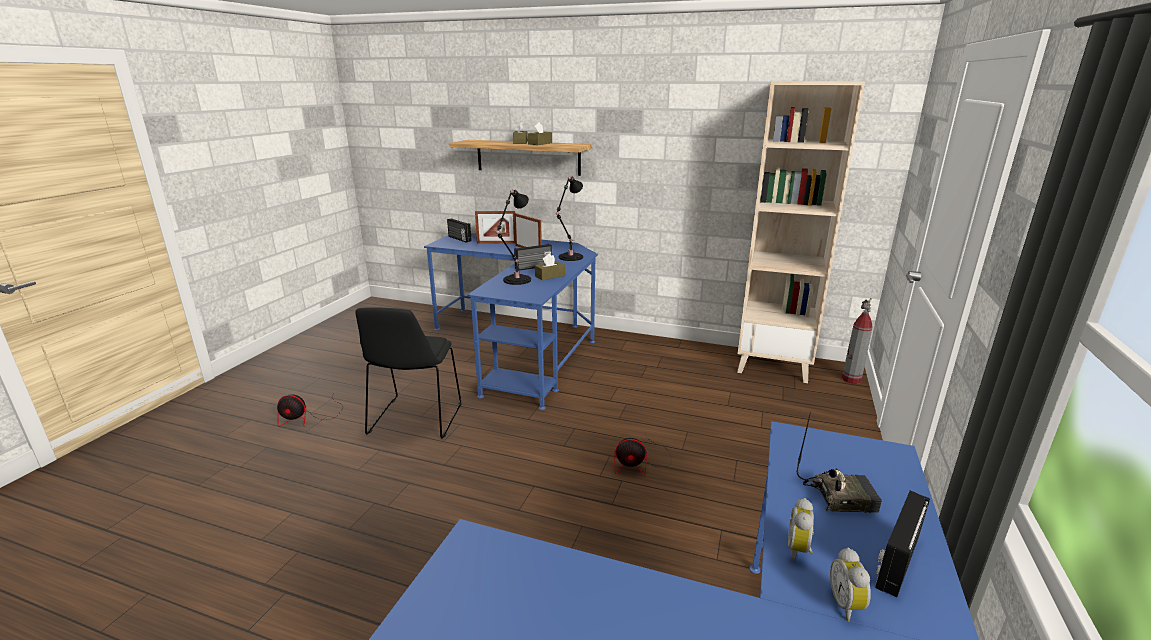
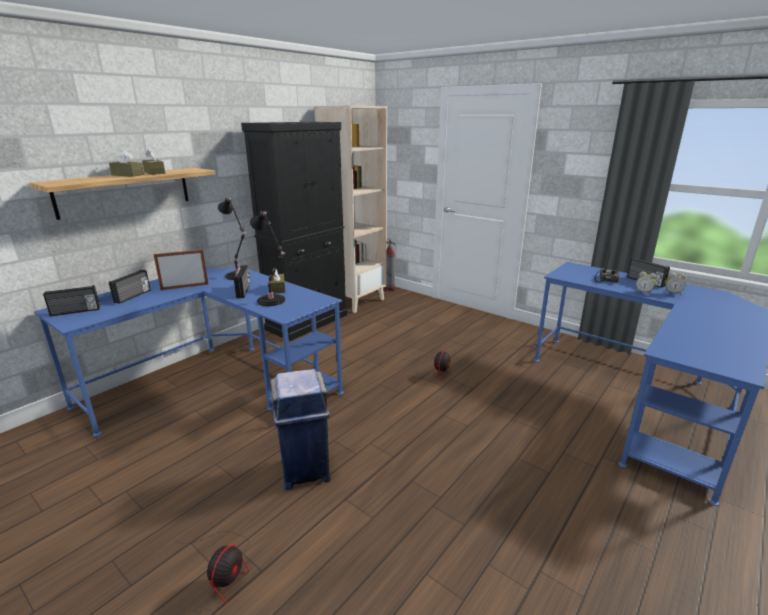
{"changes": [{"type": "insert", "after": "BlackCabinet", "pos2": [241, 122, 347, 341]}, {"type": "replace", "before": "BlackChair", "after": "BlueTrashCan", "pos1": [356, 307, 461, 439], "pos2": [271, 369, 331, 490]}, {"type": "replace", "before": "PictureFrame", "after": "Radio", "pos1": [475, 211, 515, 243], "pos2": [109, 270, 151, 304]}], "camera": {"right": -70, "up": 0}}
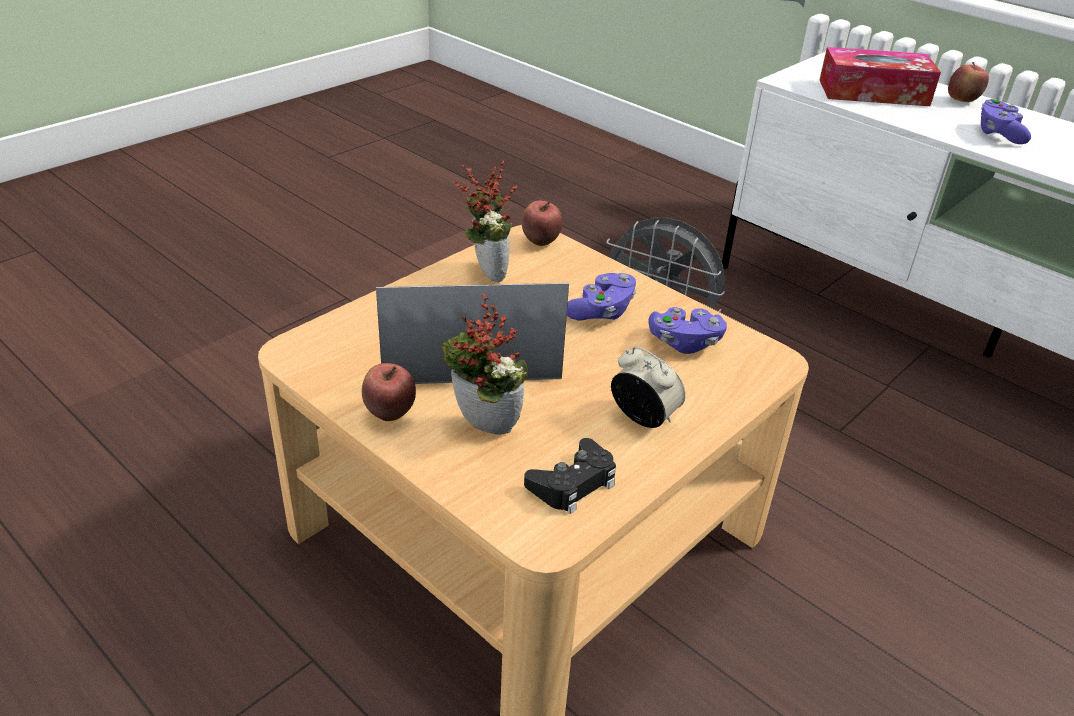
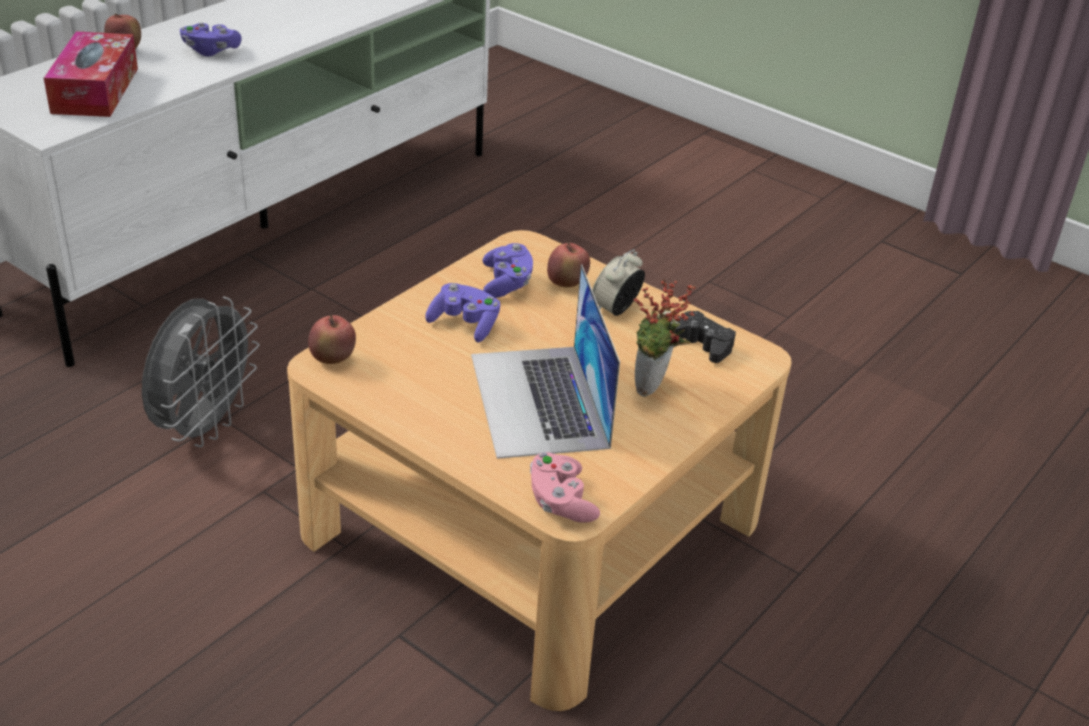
{"changes": [{"type": "delete", "before": "PottedPlant", "pos1": [454, 161, 517, 282]}, {"type": "insert", "after": "PinkGameController", "pos2": [530, 452, 600, 523]}, {"type": "move", "before": "Apple", "pos1": [362, 363, 416, 421], "pos2": [547, 242, 590, 288]}], "camera": {"right": -95, "up": 0}}
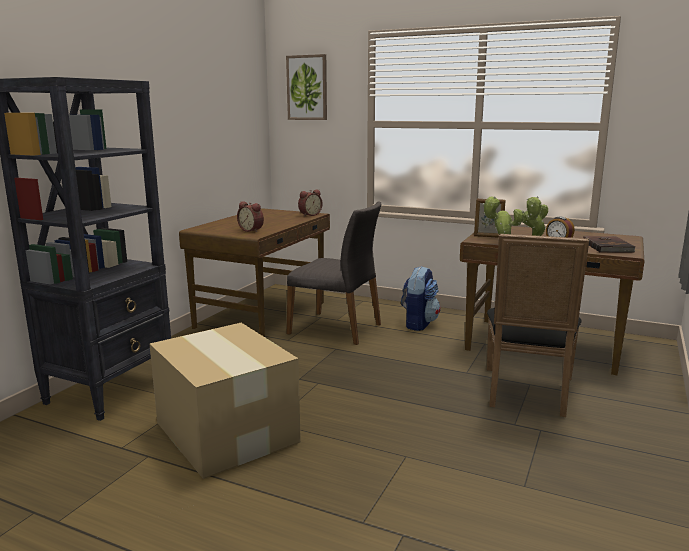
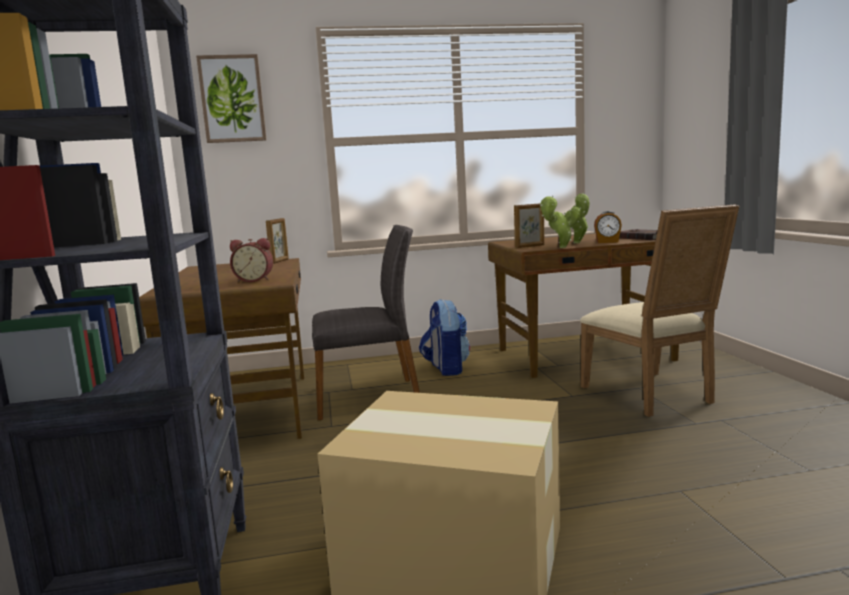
{"changes": [{"type": "replace", "before": "AlarmClock", "after": "PictureFrame", "pos1": [298, 189, 323, 217], "pos2": [266, 218, 289, 264]}, {"type": "recolor", "before": "BlackChair", "after": "BeigeChair", "pos1": [487, 234, 589, 417], "pos2": [580, 204, 740, 417]}], "camera": {"right": -35, "up": -5}}
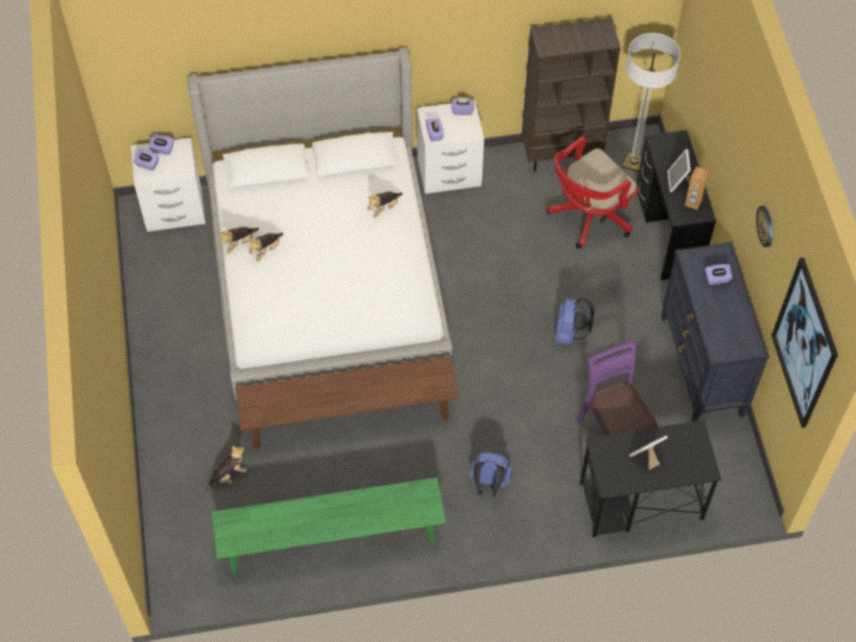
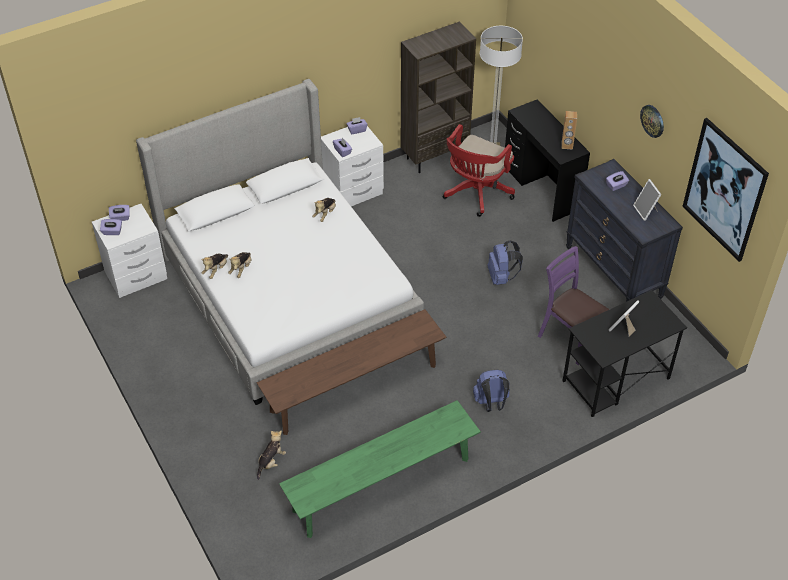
{"changes": [{"type": "move", "before": "PictureFrame", "pos1": [668, 149, 691, 192], "pos2": [633, 179, 662, 221]}], "camera": {"right": -20, "up": -10}}
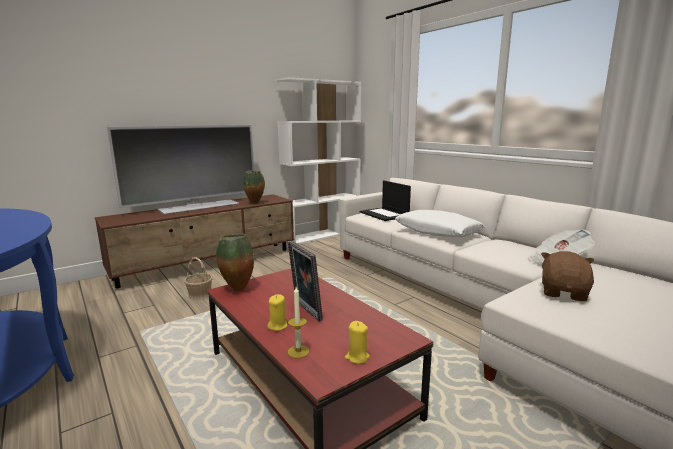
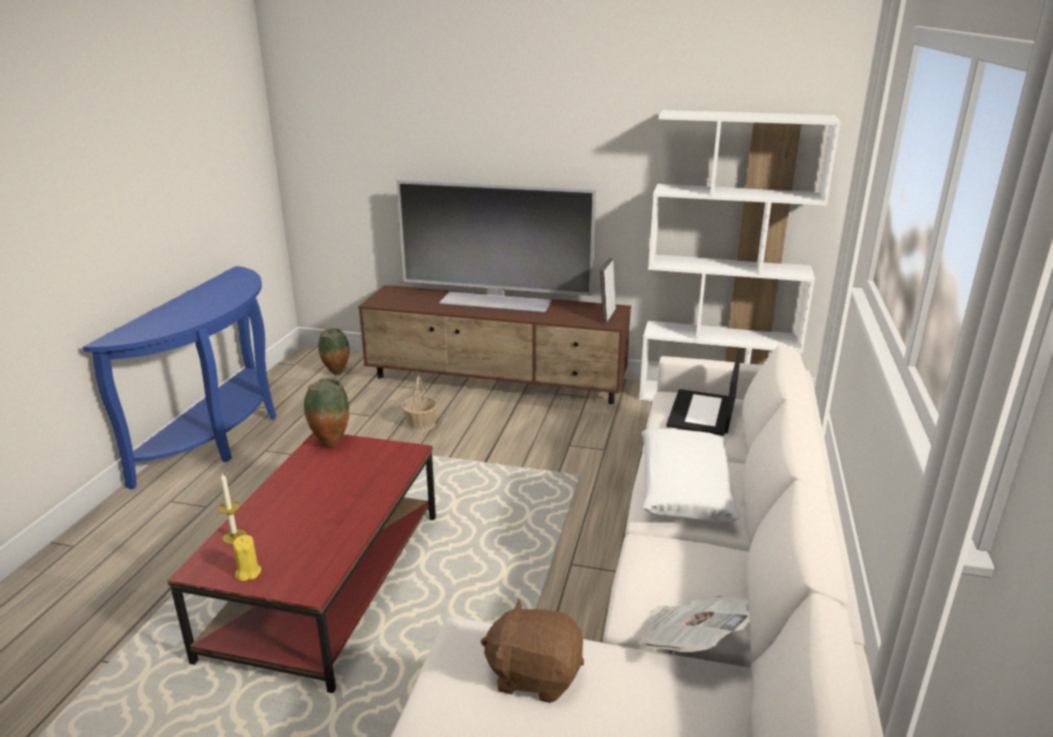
{"changes": [{"type": "delete", "before": "YellowCandle", "pos1": [267, 295, 288, 331]}, {"type": "move", "before": "Vase", "pos1": [243, 170, 265, 204], "pos2": [318, 328, 350, 375]}, {"type": "move", "before": "PictureFrame", "pos1": [288, 241, 323, 321], "pos2": [600, 258, 616, 324]}, {"type": "rotate", "before": "BrownPlushToy", "pos1": [541, 251, 594, 301], "pos2": [481, 599, 584, 703], "turn": -150}], "camera": {"right": 50, "up": 10}}
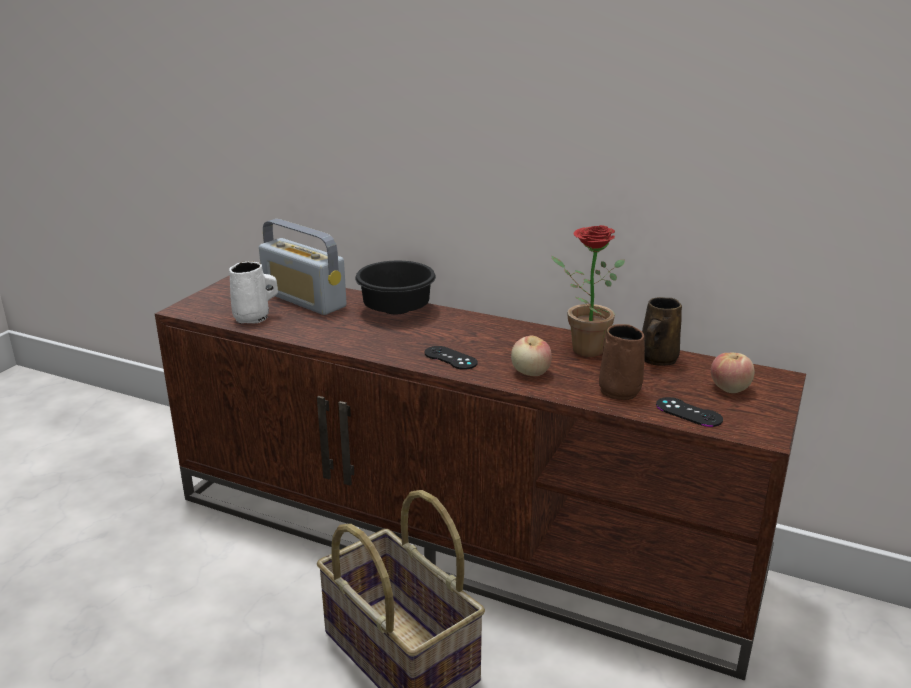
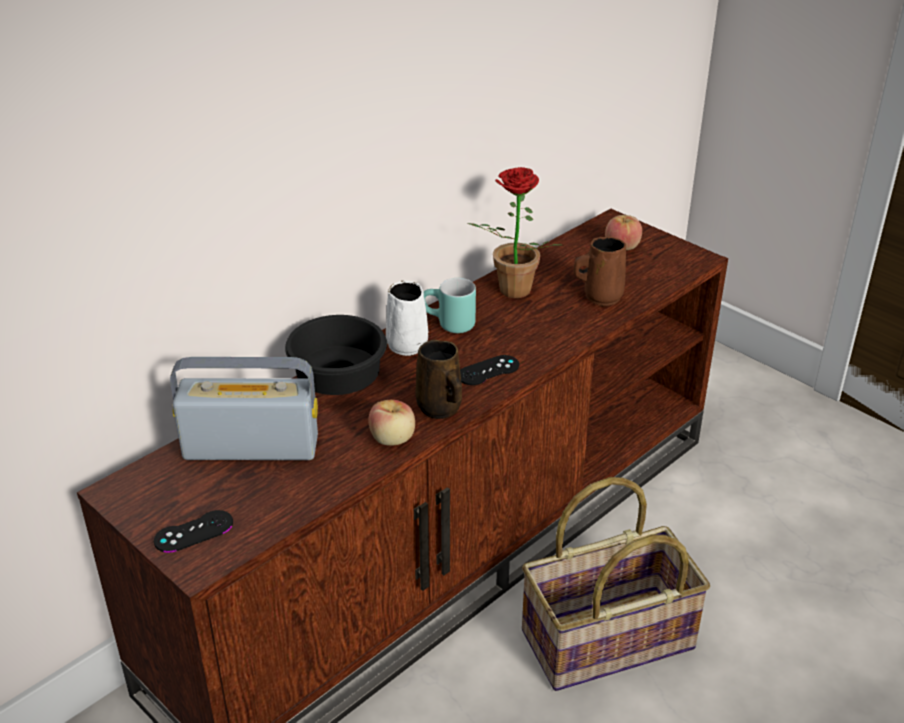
{"changes": [{"type": "insert", "after": "TurquoiseMug", "pos2": [424, 278, 476, 333]}, {"type": "move", "before": "WhiteMug", "pos1": [229, 261, 278, 324], "pos2": [386, 281, 428, 356]}, {"type": "move", "before": "Apple", "pos1": [511, 336, 552, 376], "pos2": [368, 400, 415, 446]}, {"type": "move", "before": "BrownMug", "pos1": [642, 297, 682, 366], "pos2": [415, 340, 462, 419]}, {"type": "move", "before": "BlackGameController", "pos1": [656, 397, 723, 427], "pos2": [154, 510, 233, 553]}, {"type": "rotate", "before": "Radio", "pos1": [259, 219, 347, 315], "pos2": [170, 357, 318, 460], "turn": -150}], "camera": {"right": -70, "up": 10}}
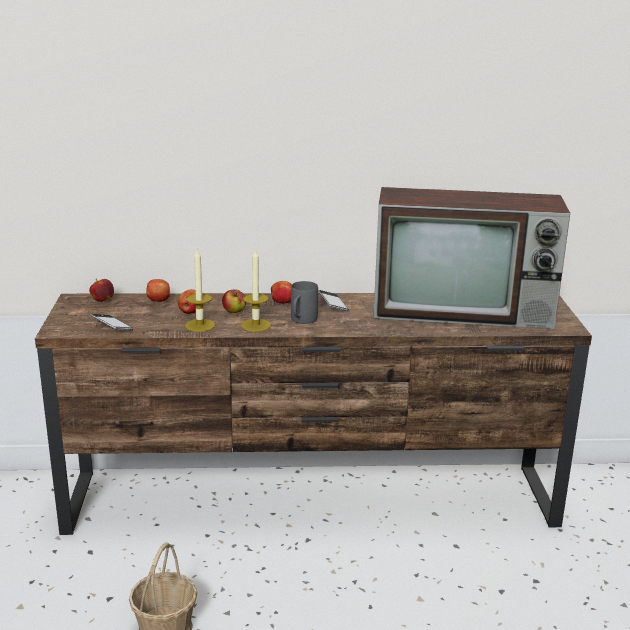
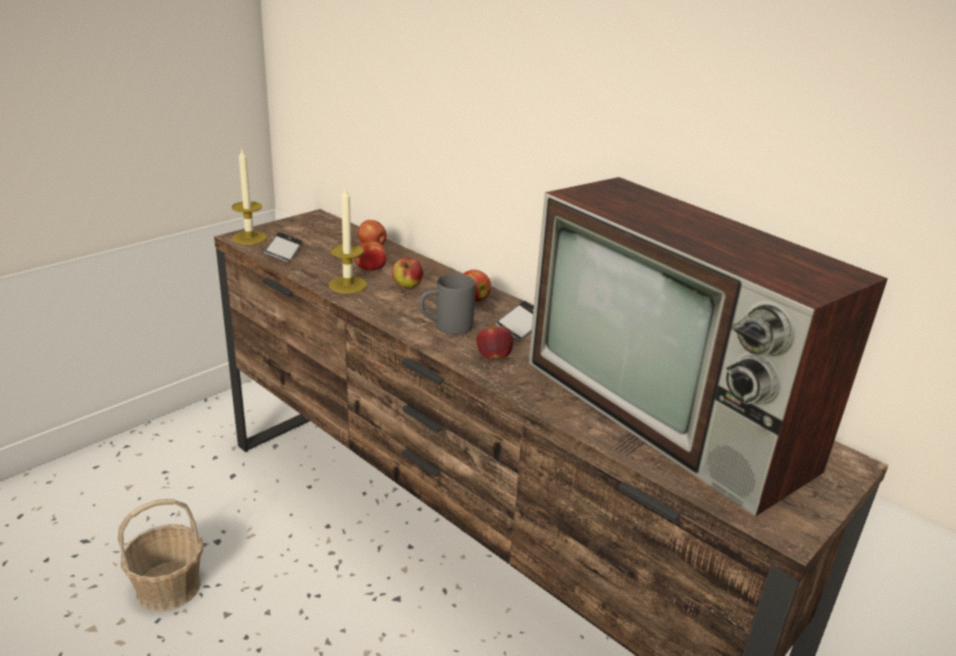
{"changes": [{"type": "move", "before": "Apple", "pos1": [89, 279, 114, 302], "pos2": [477, 322, 513, 359]}, {"type": "move", "before": "Candle", "pos1": [241, 250, 271, 332], "pos2": [232, 150, 267, 245]}], "camera": {"right": 45, "up": 5}}
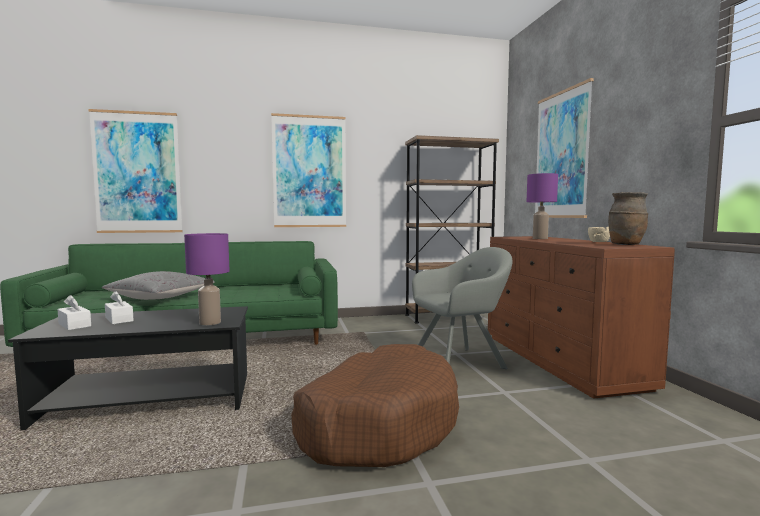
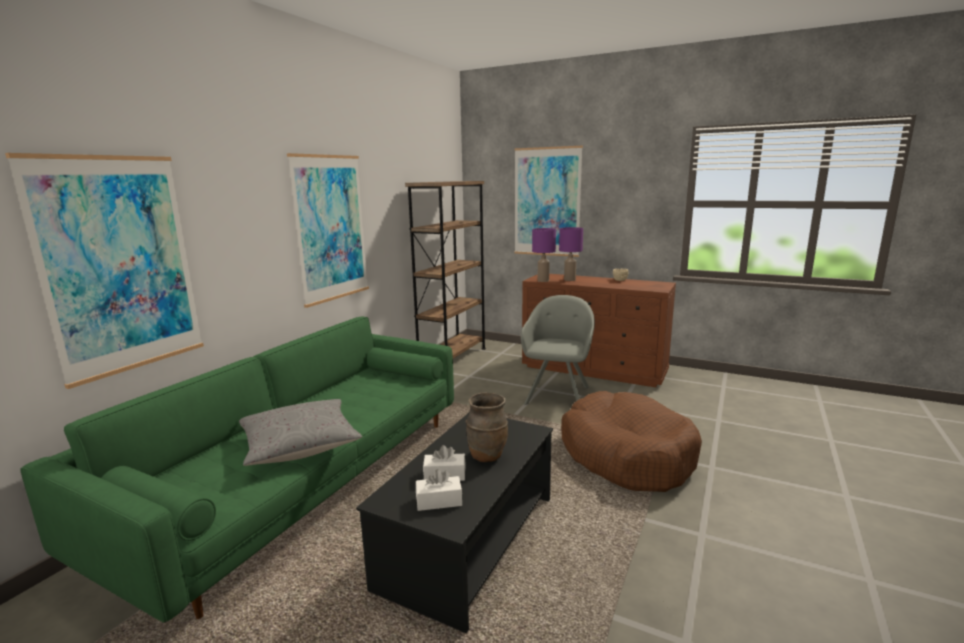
{"changes": [{"type": "move", "before": "PurpleTableLamp", "pos1": [184, 233, 229, 325], "pos2": [532, 228, 556, 282]}, {"type": "move", "before": "BrownVase", "pos1": [608, 192, 648, 245], "pos2": [465, 393, 508, 462]}], "camera": {"right": -50, "up": 10}}
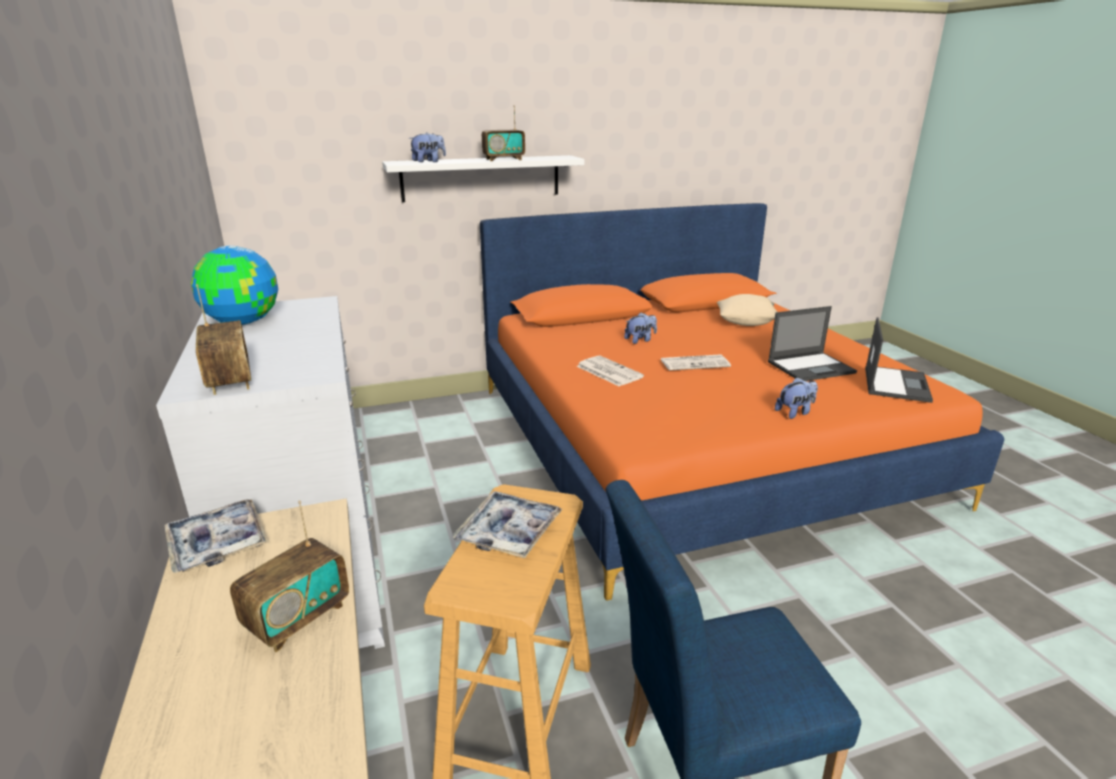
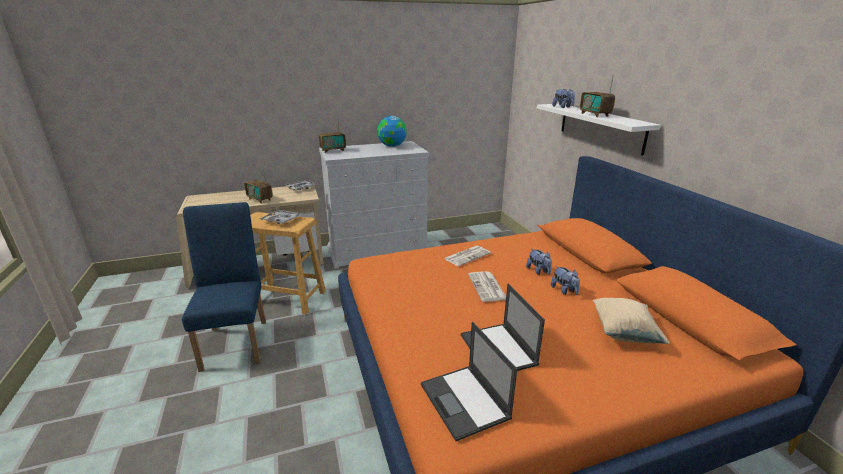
{"changes": [{"type": "move", "before": "PlushToy", "pos1": [775, 377, 818, 419], "pos2": [551, 266, 580, 295]}, {"type": "rotate", "before": "Laptop", "pos1": [865, 317, 933, 403], "pos2": [421, 322, 517, 441], "turn": 45}], "camera": {"right": 90, "up": 0}}
